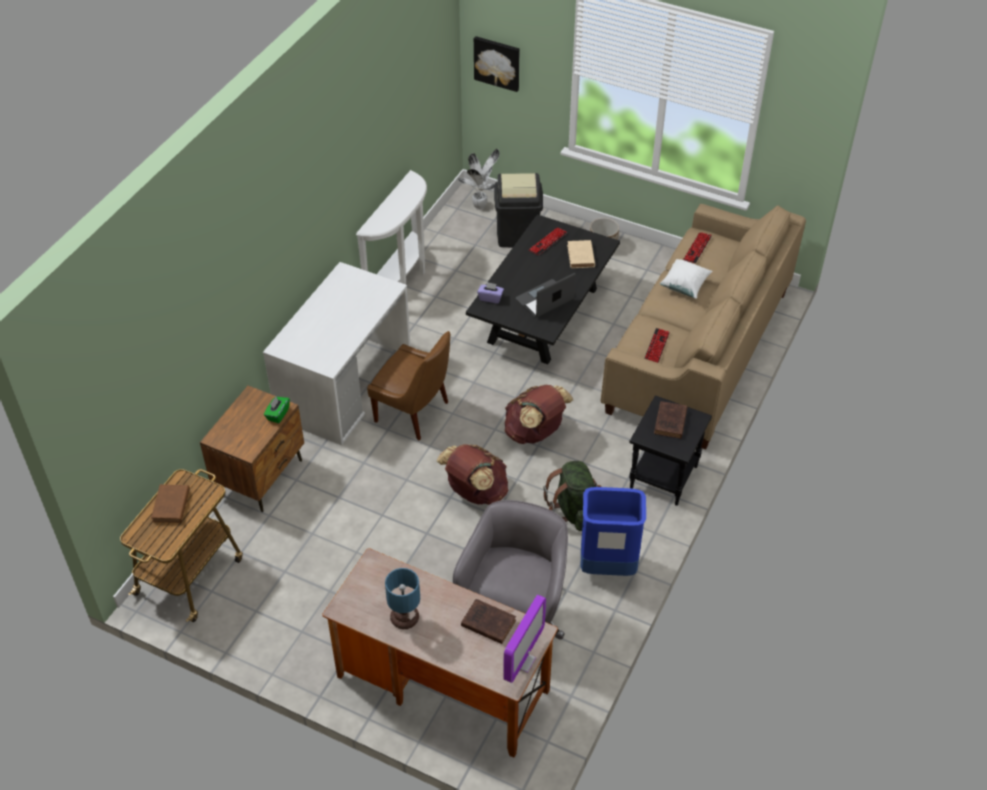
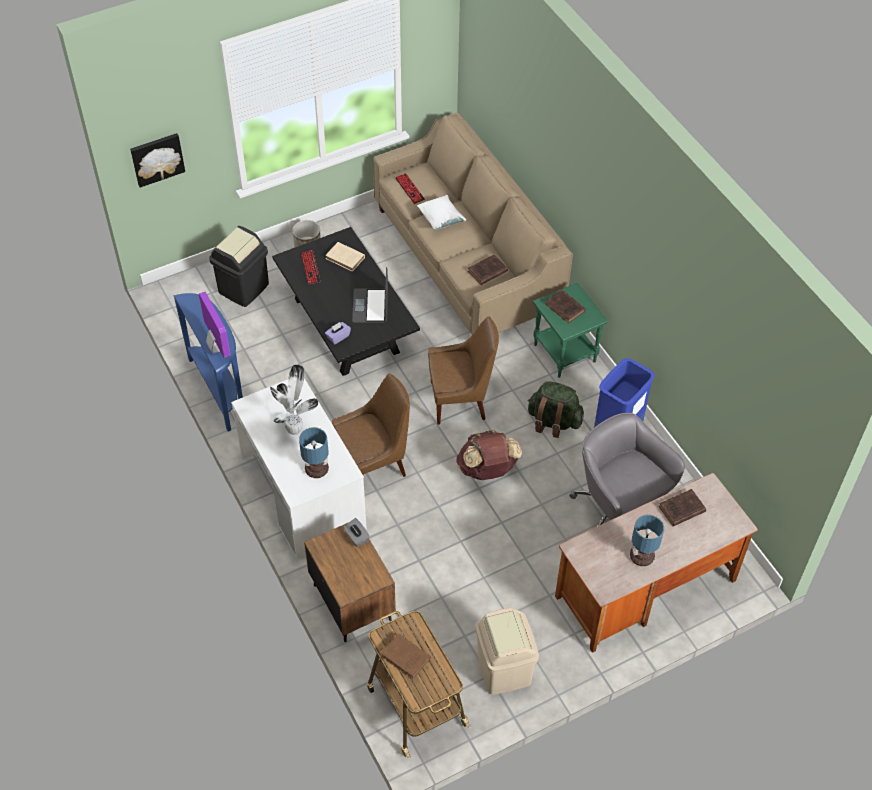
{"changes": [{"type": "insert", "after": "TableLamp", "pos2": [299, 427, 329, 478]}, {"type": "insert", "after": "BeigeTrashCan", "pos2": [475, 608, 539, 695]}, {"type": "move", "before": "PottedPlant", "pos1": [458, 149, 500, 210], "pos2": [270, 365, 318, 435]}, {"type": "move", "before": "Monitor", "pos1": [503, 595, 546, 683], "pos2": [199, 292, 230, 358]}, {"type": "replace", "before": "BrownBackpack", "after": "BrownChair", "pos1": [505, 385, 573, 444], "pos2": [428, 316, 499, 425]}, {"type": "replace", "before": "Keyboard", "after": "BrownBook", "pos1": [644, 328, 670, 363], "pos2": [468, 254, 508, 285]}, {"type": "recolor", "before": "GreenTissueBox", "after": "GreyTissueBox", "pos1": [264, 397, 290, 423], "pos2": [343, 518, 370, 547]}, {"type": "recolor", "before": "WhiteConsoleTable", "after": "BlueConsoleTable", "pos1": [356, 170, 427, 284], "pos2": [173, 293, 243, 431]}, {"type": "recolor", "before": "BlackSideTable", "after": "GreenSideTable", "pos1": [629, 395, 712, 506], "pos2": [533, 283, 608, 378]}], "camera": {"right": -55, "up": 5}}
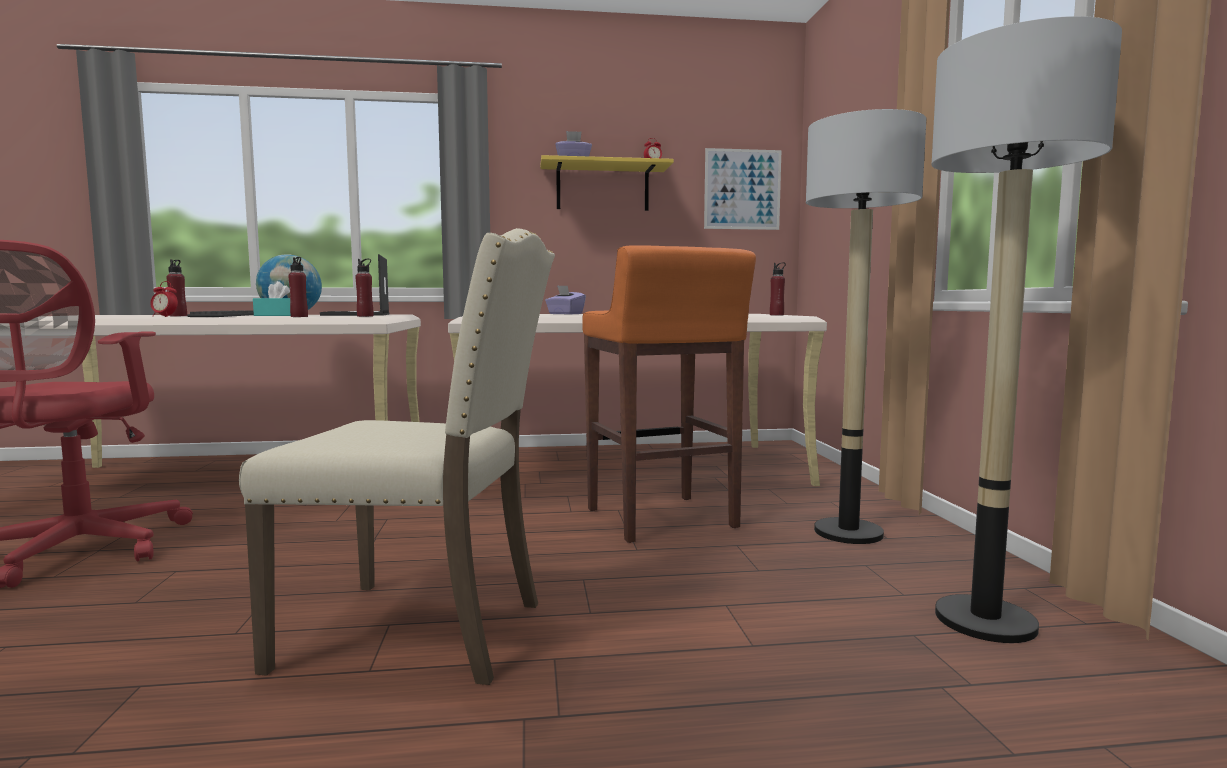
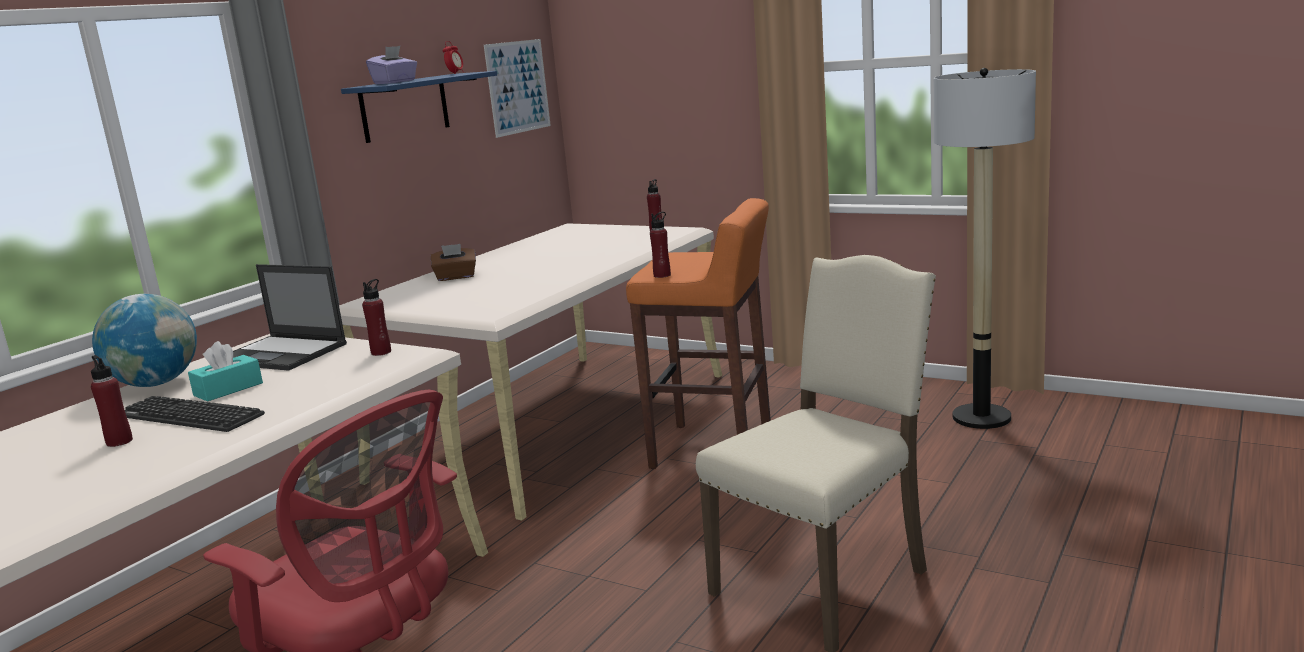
{"changes": [{"type": "delete", "before": "AlarmClock", "pos1": [150, 281, 178, 317]}, {"type": "delete", "before": "FloorLamp", "pos1": [806, 109, 926, 544]}, {"type": "move", "before": "RedBottle", "pos1": [288, 257, 308, 317], "pos2": [650, 212, 671, 278]}, {"type": "recolor", "before": "YellowShelf", "after": "BlueShelf", "pos1": [540, 155, 674, 211], "pos2": [341, 71, 497, 143]}, {"type": "recolor", "before": "PurpleTissueBox", "after": "BrownTissueBox", "pos1": [545, 285, 586, 314], "pos2": [431, 244, 476, 281]}], "camera": {"right": -50, "up": 10}}
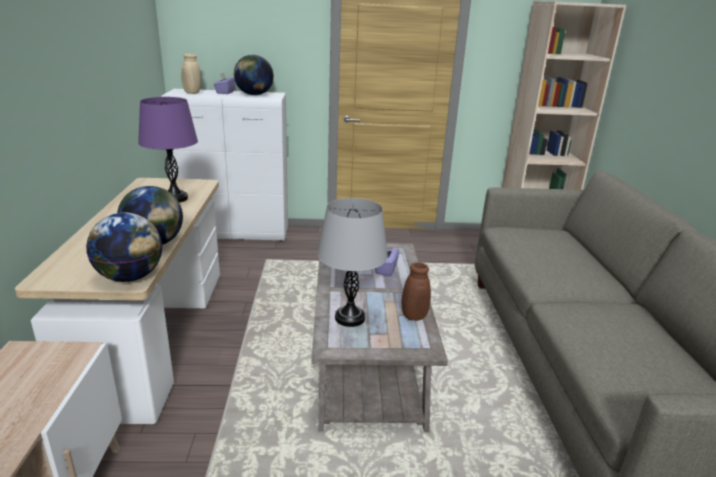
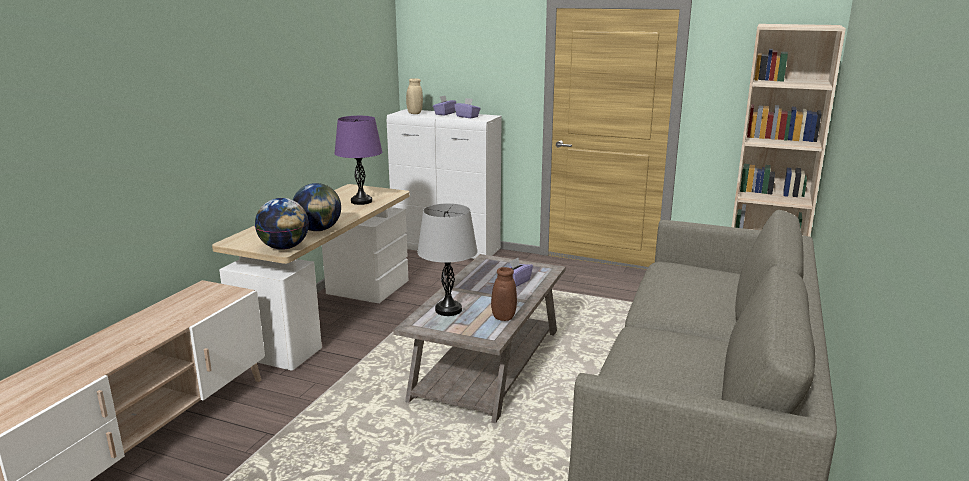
{"changes": [{"type": "replace", "before": "Globe", "after": "PurpleTissueBox", "pos1": [234, 55, 274, 95], "pos2": [454, 98, 481, 118]}], "camera": {"right": 25, "up": -5}}
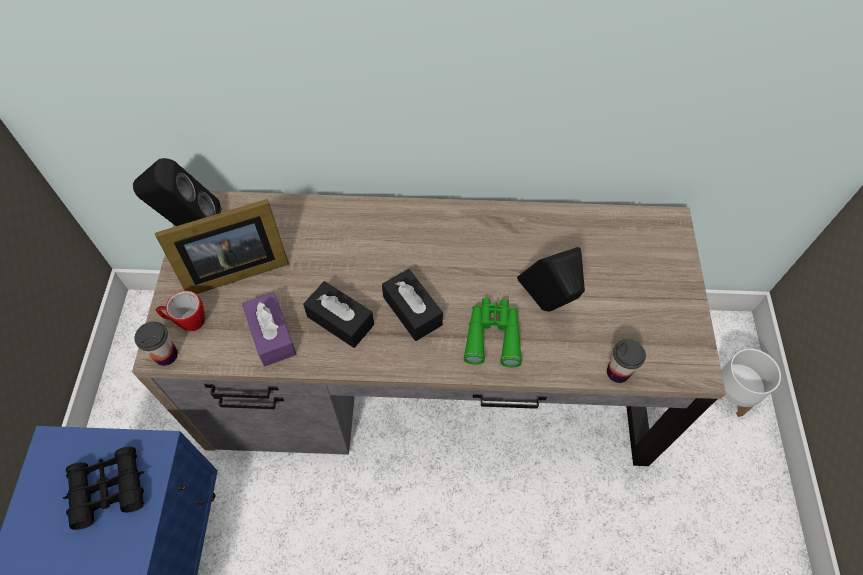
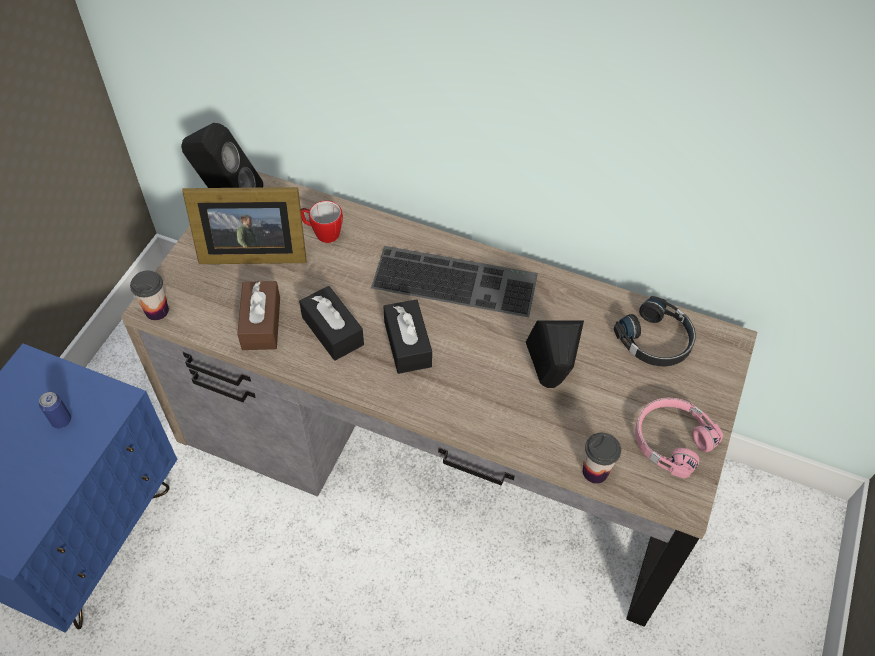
{"changes": [{"type": "delete", "before": "GreenBinoculars", "pos1": [463, 298, 522, 368]}, {"type": "delete", "before": "WhitePlanter", "pos1": [717, 349, 781, 417]}, {"type": "insert", "after": "Keyboard", "pos2": [371, 246, 538, 317]}, {"type": "insert", "after": "BlackHeadphones", "pos2": [614, 296, 696, 366]}, {"type": "insert", "after": "PinkHeadphones", "pos2": [635, 398, 723, 478]}, {"type": "move", "before": "Mug", "pos1": [156, 291, 205, 331], "pos2": [301, 201, 343, 243]}, {"type": "replace", "before": "BlackBinoculars", "after": "Can", "pos1": [63, 447, 144, 530], "pos2": [39, 392, 71, 428]}, {"type": "recolor", "before": "PurpleTissueBox", "after": "BrownTissueBox", "pos1": [242, 292, 296, 366], "pos2": [237, 281, 280, 350]}], "camera": {"right": 20, "up": -5}}
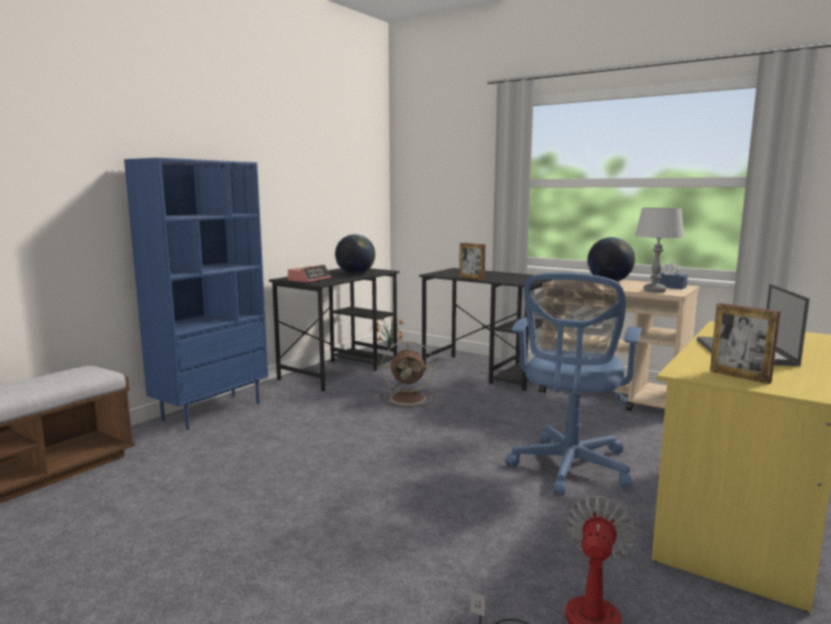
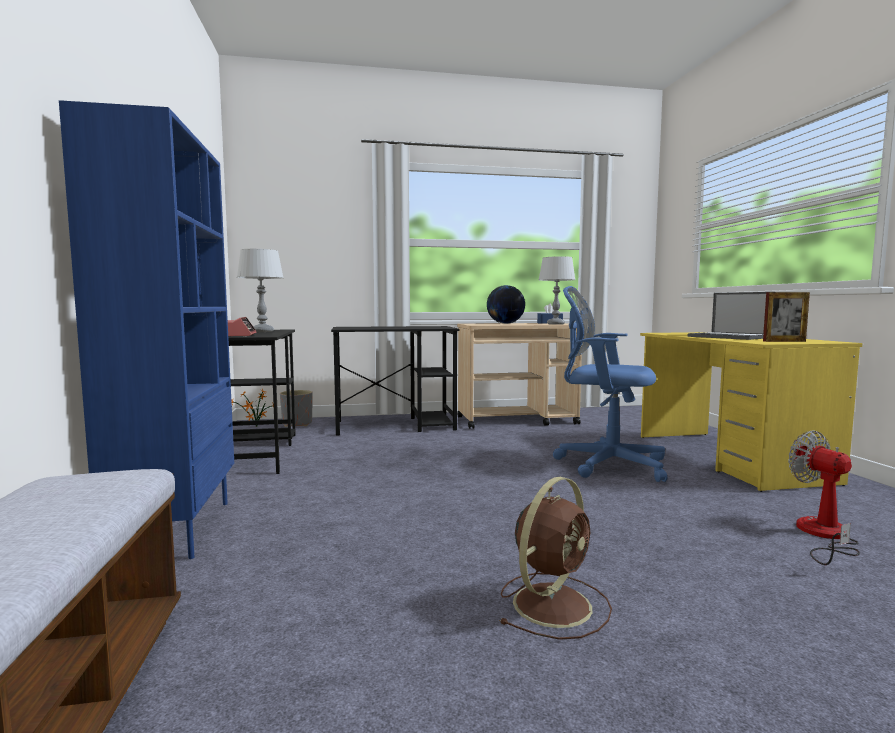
{"changes": [{"type": "delete", "before": "PictureFrame", "pos1": [459, 243, 485, 280]}, {"type": "insert", "after": "GreyPlanter", "pos2": [280, 390, 313, 427]}, {"type": "move", "before": "BrownFan", "pos1": [380, 341, 435, 407], "pos2": [499, 477, 612, 640]}, {"type": "replace", "before": "Globe", "after": "GreyTableLamp", "pos1": [335, 234, 375, 274], "pos2": [237, 249, 284, 332]}, {"type": "rotate", "before": "BlueOfficeChair", "pos1": [505, 273, 642, 496], "pos2": [553, 286, 667, 482], "turn": 135}], "camera": {"right": -45, "up": -5}}
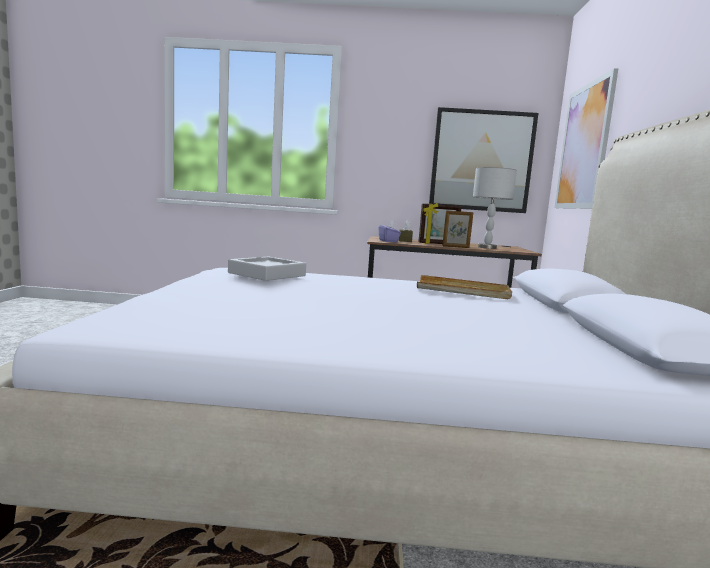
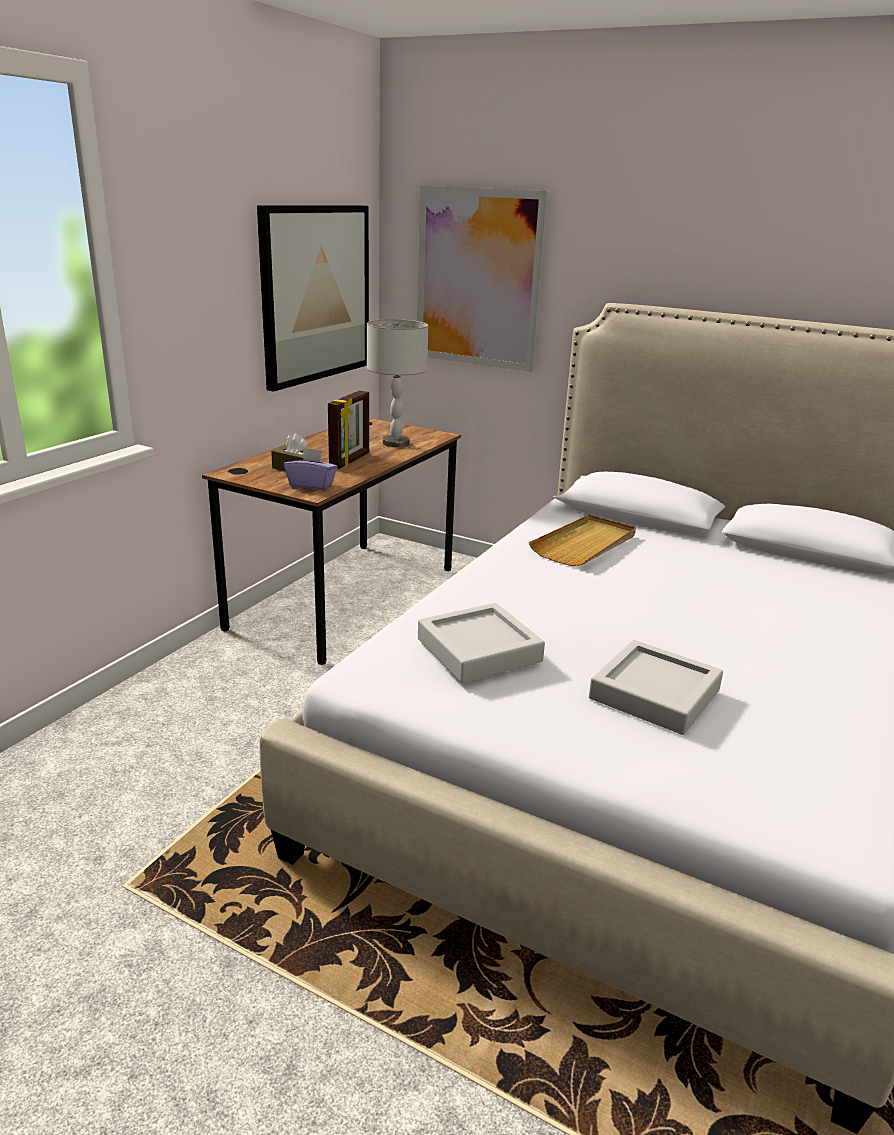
{"changes": [{"type": "delete", "before": "PictureFrame", "pos1": [442, 210, 473, 248]}, {"type": "insert", "after": "GreyTray", "pos2": [589, 640, 723, 735]}], "camera": {"right": -65, "up": 15}}
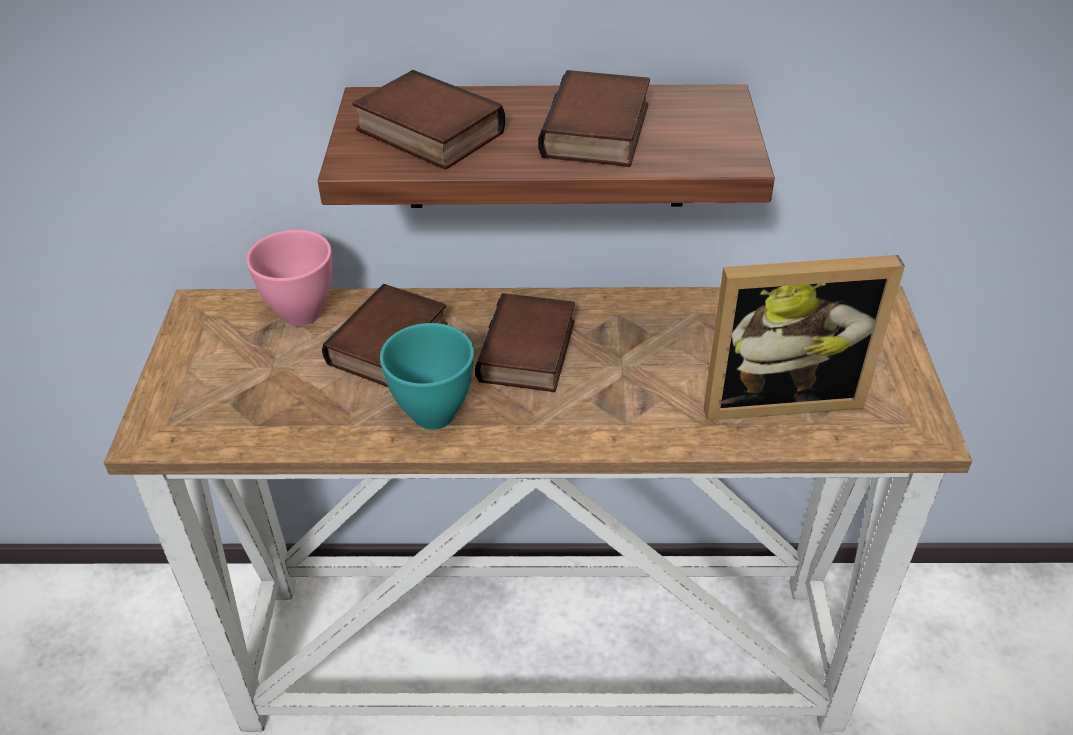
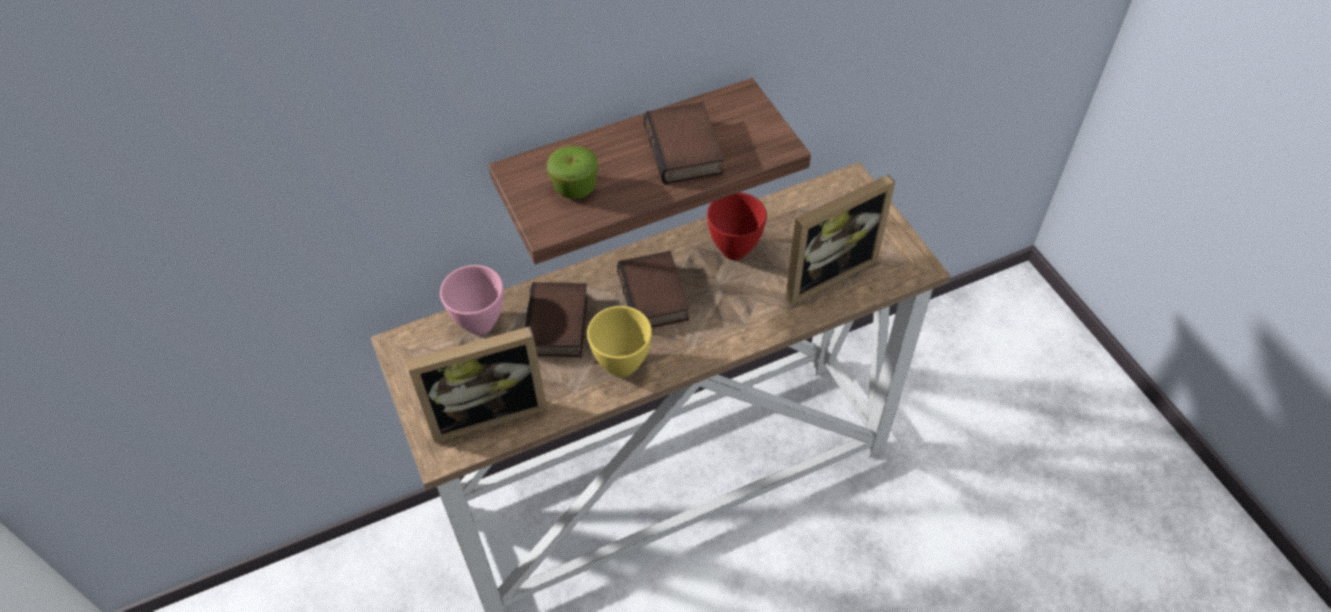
{"changes": [{"type": "insert", "after": "PictureFrame", "pos2": [406, 326, 548, 443]}, {"type": "insert", "after": "RedBowl", "pos2": [707, 192, 767, 260]}, {"type": "replace", "before": "Book", "after": "Apple", "pos1": [353, 70, 505, 170], "pos2": [547, 146, 598, 199]}, {"type": "recolor", "before": "TurquoiseBowl", "after": "YellowBowl", "pos1": [380, 323, 474, 430], "pos2": [587, 306, 652, 377]}], "camera": {"right": -25, "up": 10}}
